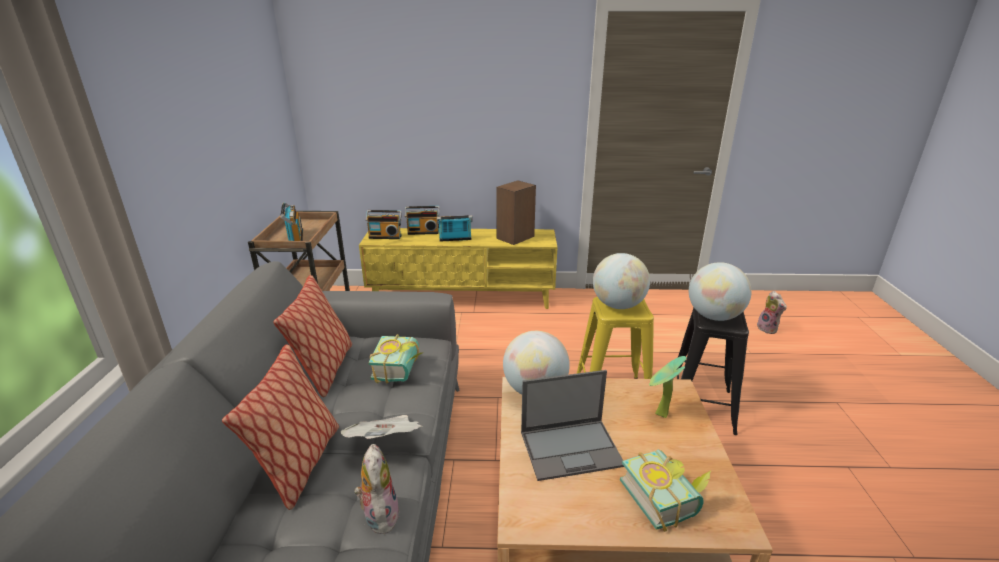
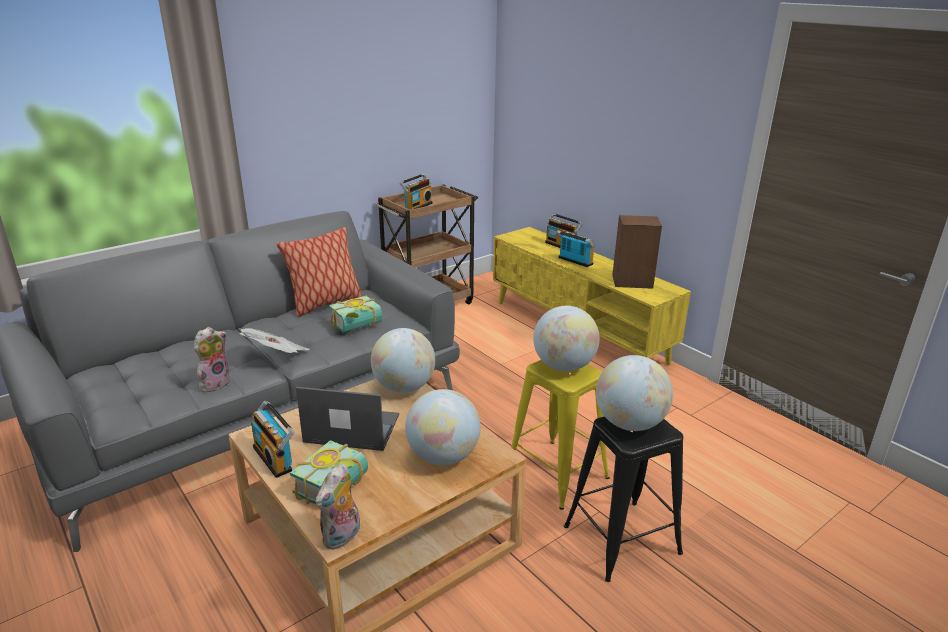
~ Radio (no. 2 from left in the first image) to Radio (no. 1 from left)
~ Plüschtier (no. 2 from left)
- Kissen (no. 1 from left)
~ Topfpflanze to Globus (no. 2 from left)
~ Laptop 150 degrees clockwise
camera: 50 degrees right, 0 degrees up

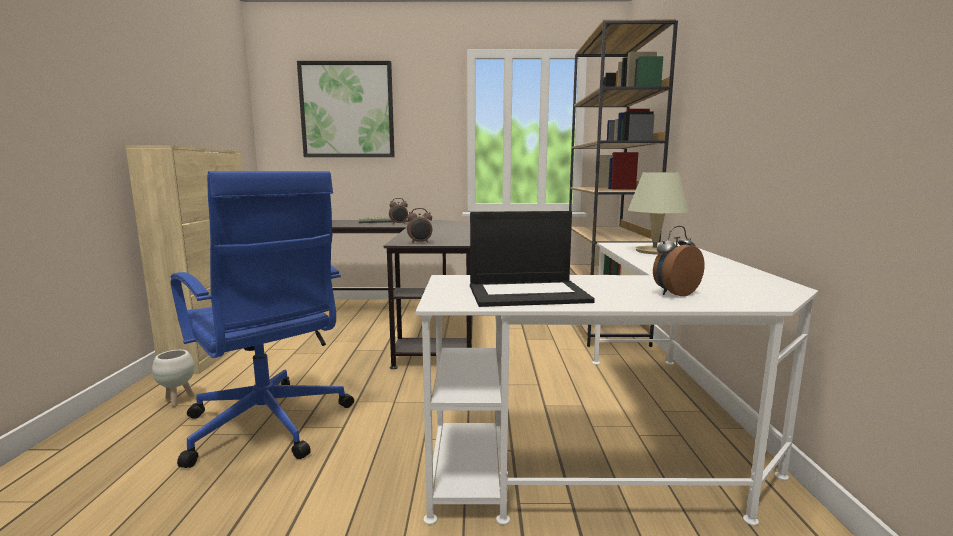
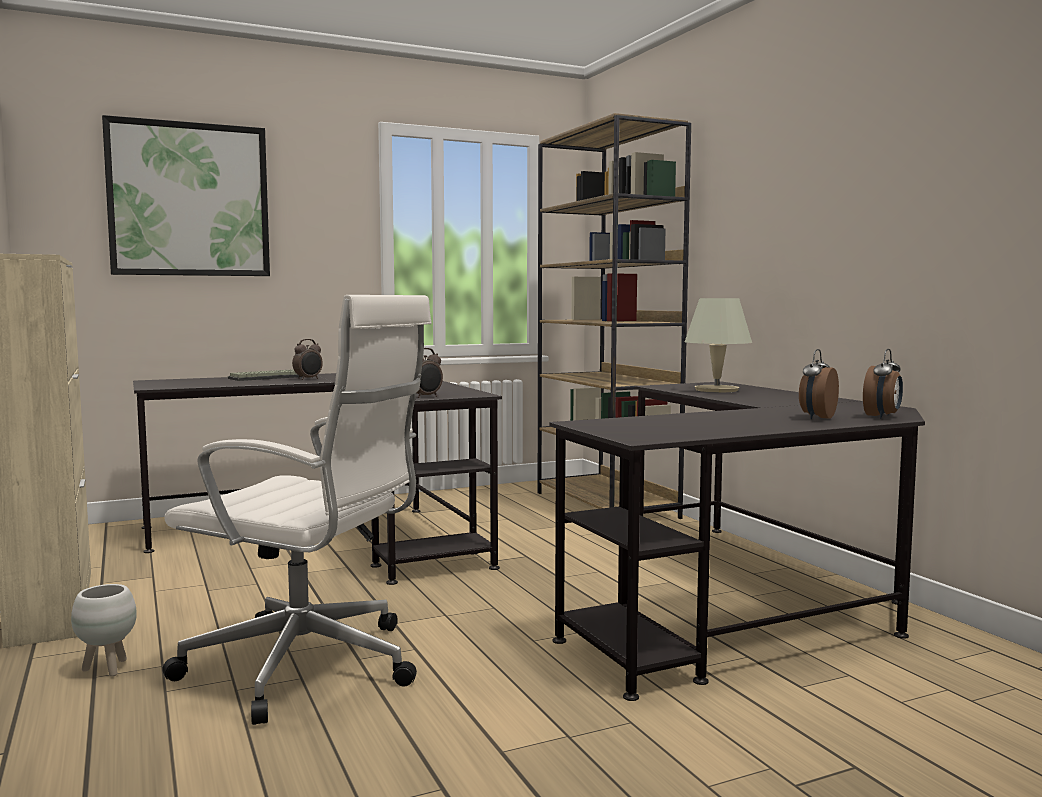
~ Bürostuhl/blau to Bürostuhl/weiß
- Laptop
~ Schreibtisch/weiß to Schreibtisch/schwarz (no. 2 from left)
+ Wecker (no. 4 from left)
camera: 25 degrees left, 5 degrees down

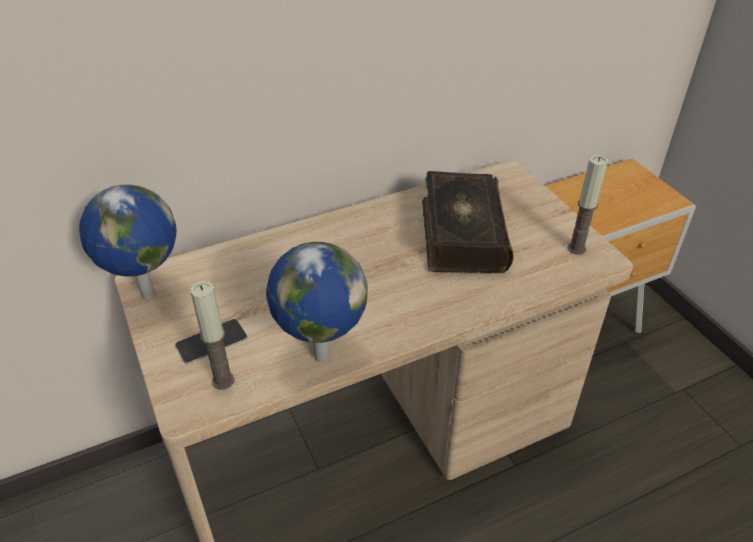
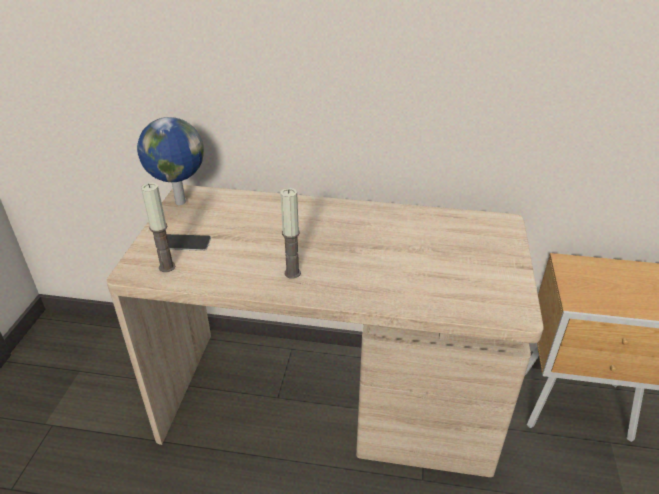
~ Kerze (no. 2 from left)
- Buch
- Globus (no. 2 from left)
camera: 35 degrees right, 5 degrees down

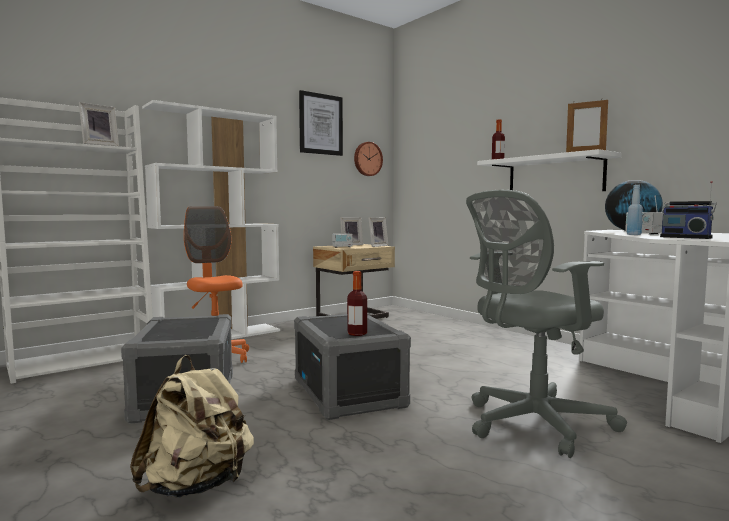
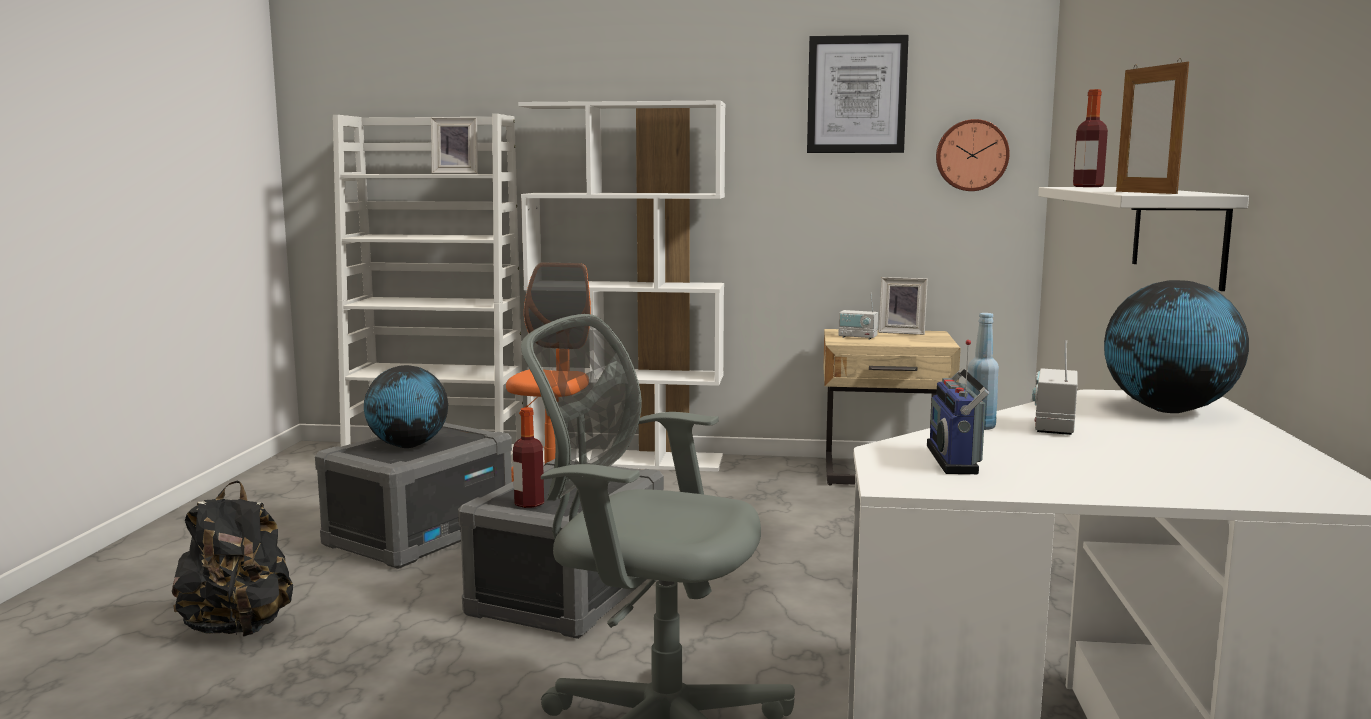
- Bilderrahmen (no. 3 from left)
~ Rucksack/beige to Rucksack/schwarz
+ Globus (no. 1 from left)
camera: 45 degrees right, 5 degrees up

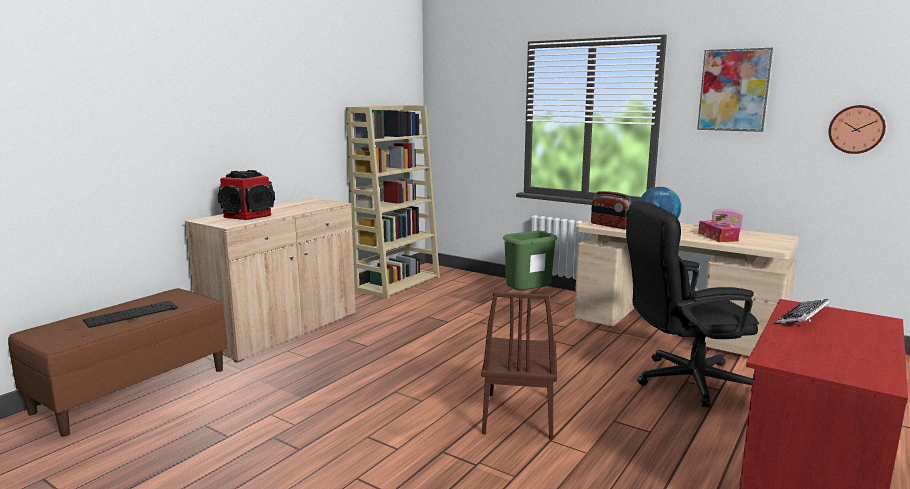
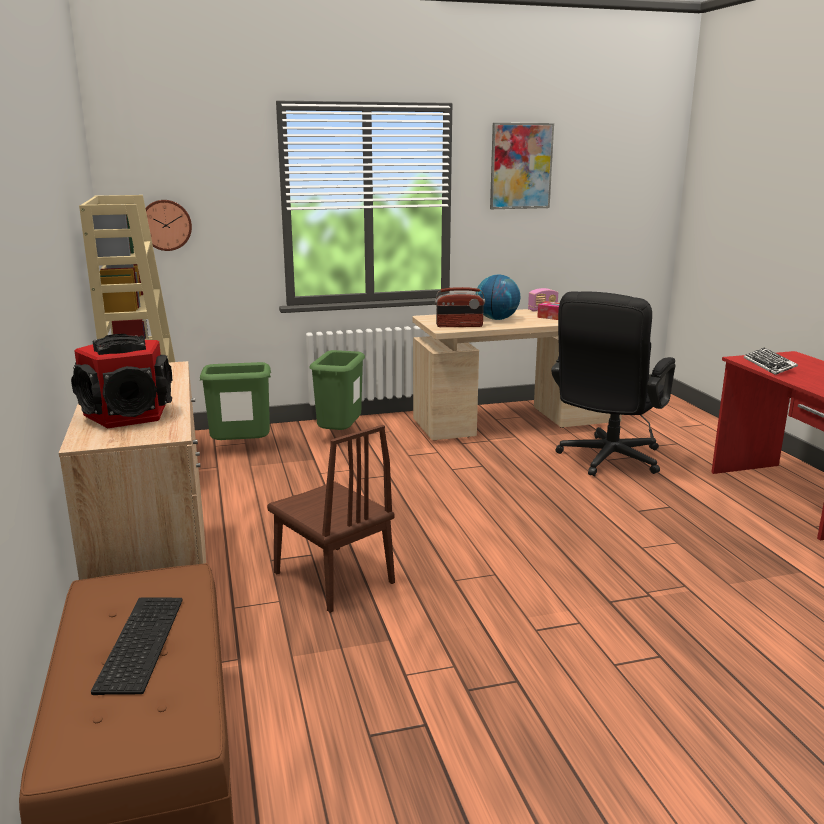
~ Wanduhr
~ Stuhl/braun
+ Mülleimer/grün (no. 1 from left)
camera: 50 degrees left, 5 degrees up

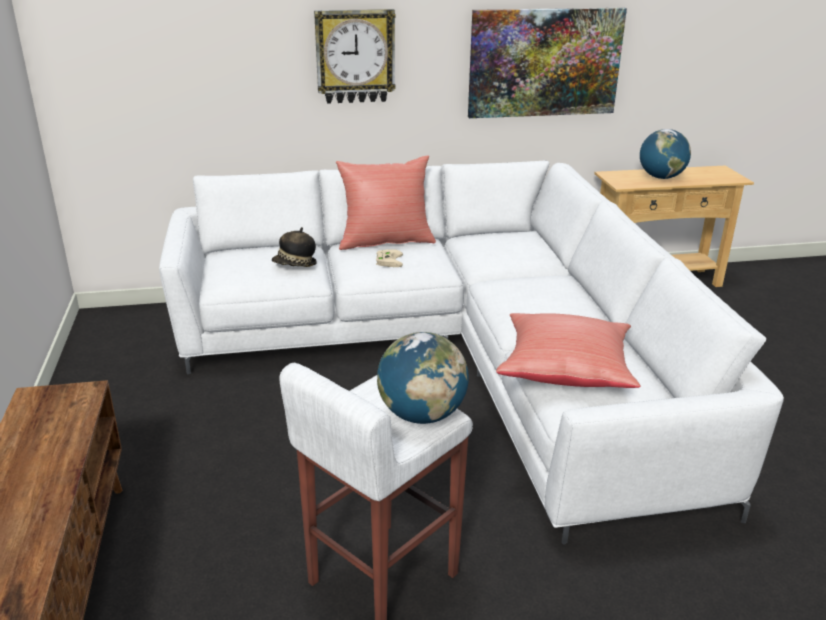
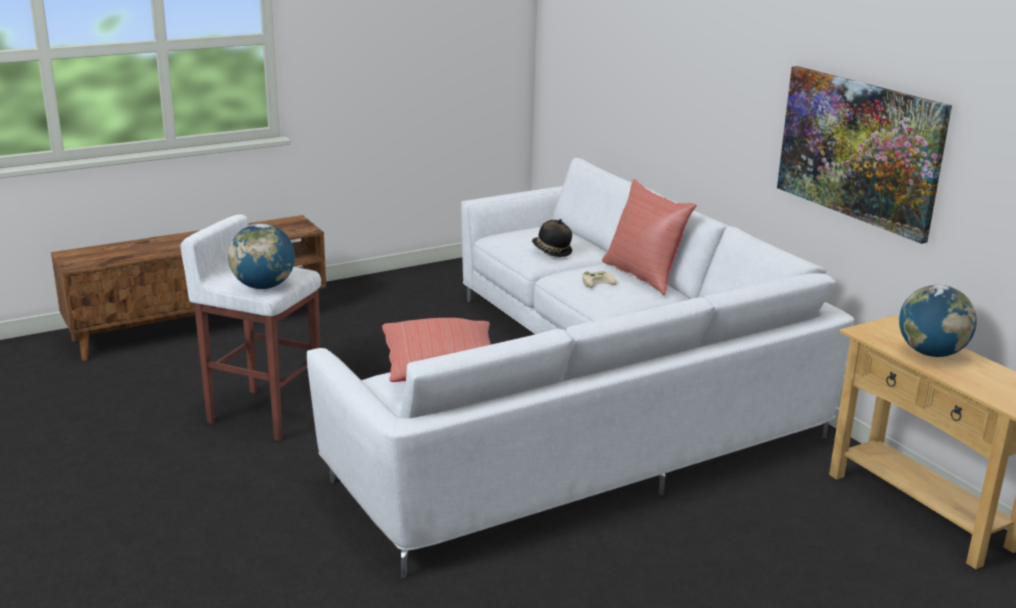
- Wanduhr
camera: 70 degrees right, 5 degrees down

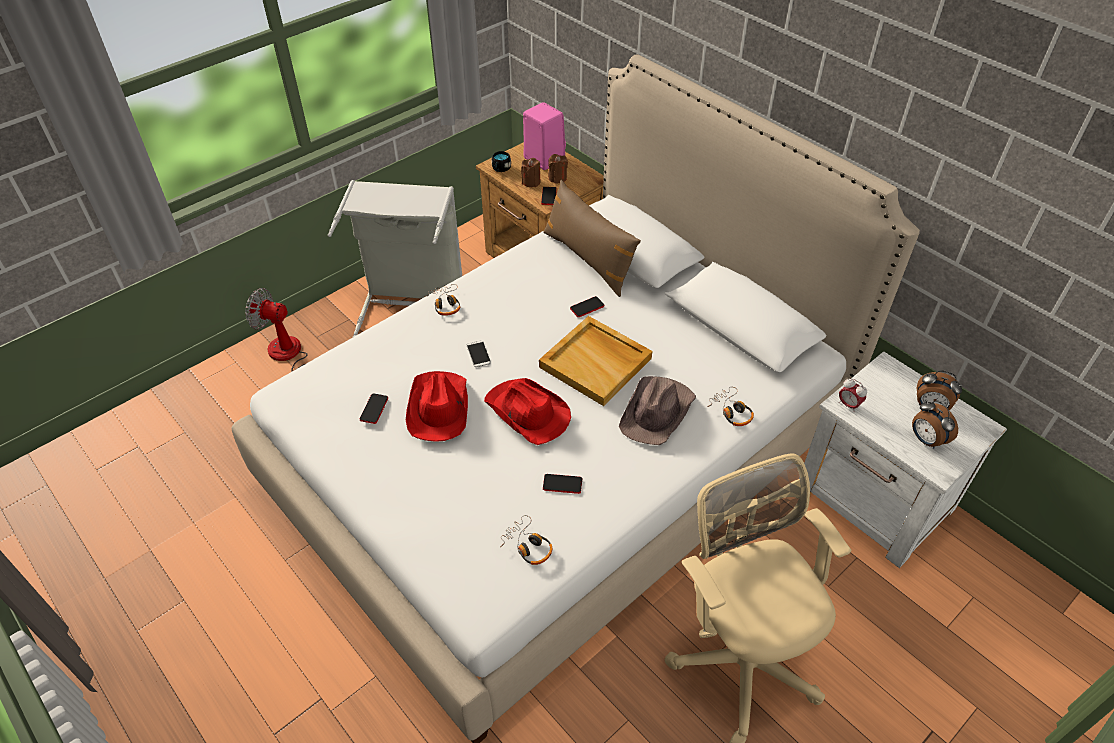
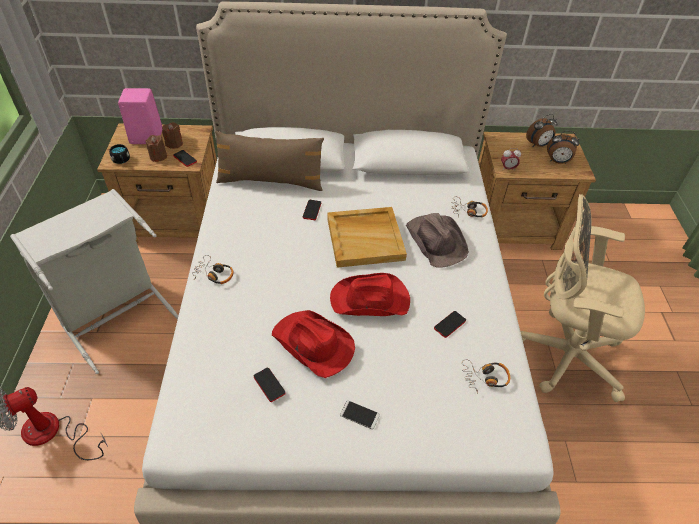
~ Handy (no. 2 from left in the first image) to Handy (no. 4 from left)
~ Nachttisch/weiß to Nachttisch/braun (no. 2 from left)
camera: 50 degrees left, 0 degrees up

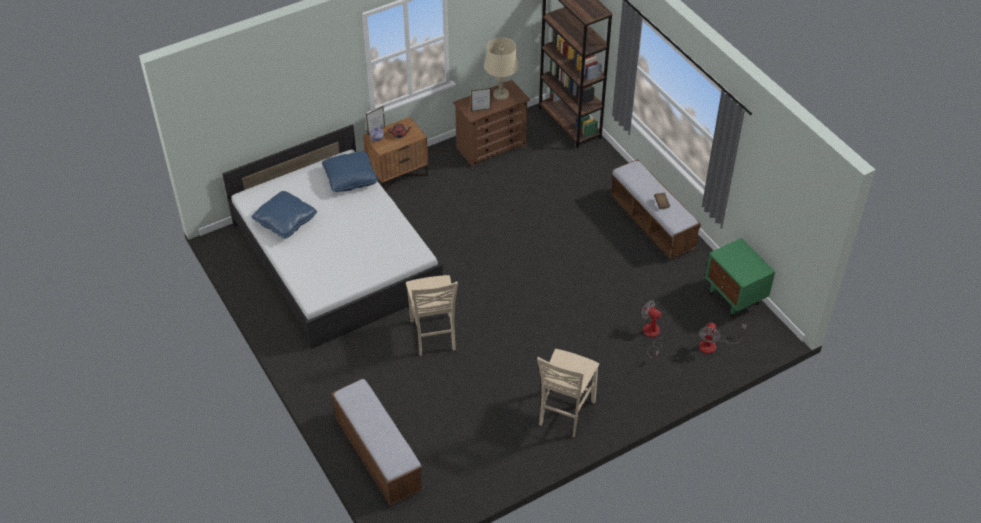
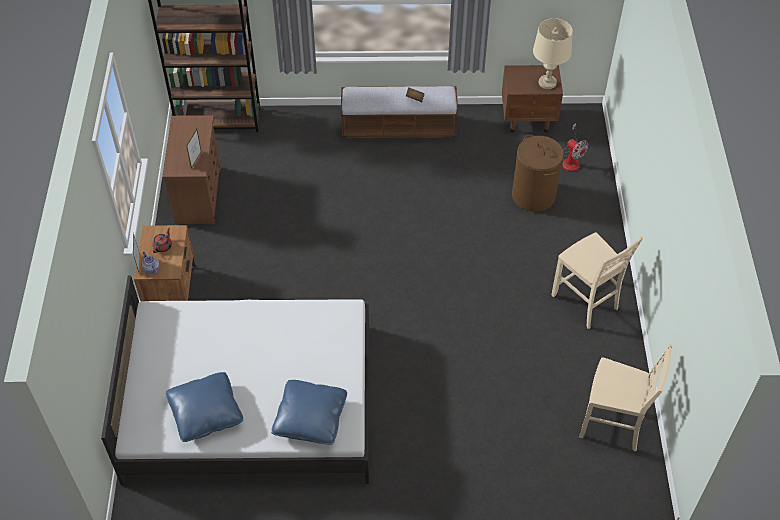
~ Tischlampe/beige
~ Kissen/blau (no. 2 from left)
~ Nachttisch/grün to Nachttisch/braun (no. 2 from left)
~ Stuhl/beige (no. 1 from left in the first image) to Stuhl/beige (no. 2 from left)
~ Ventilator (no. 1 from left) to Wäschekorb/braun
- Bank (no. 1 from left)
camera: 60 degrees left, 5 degrees up

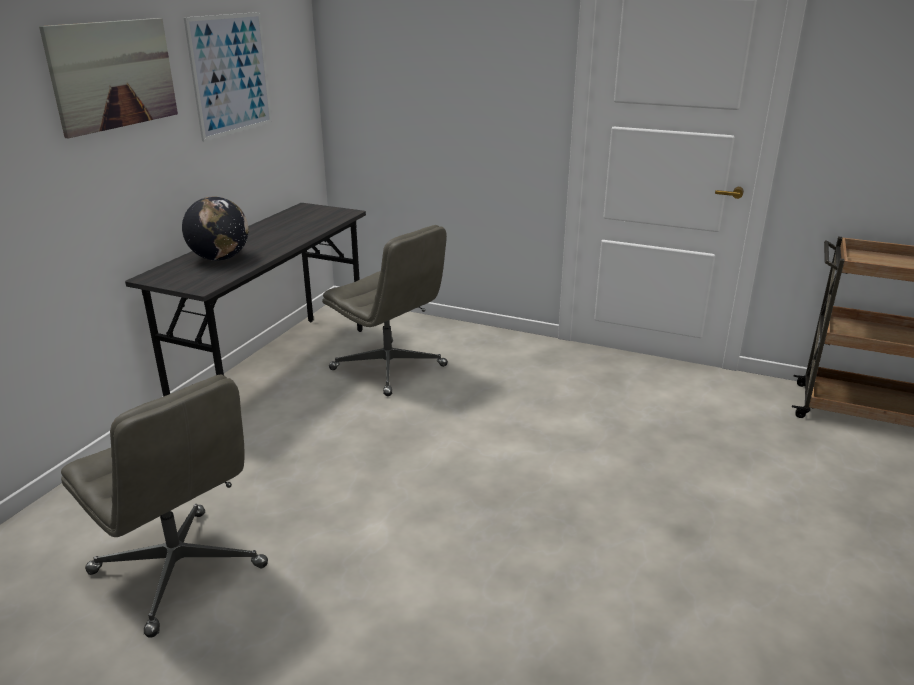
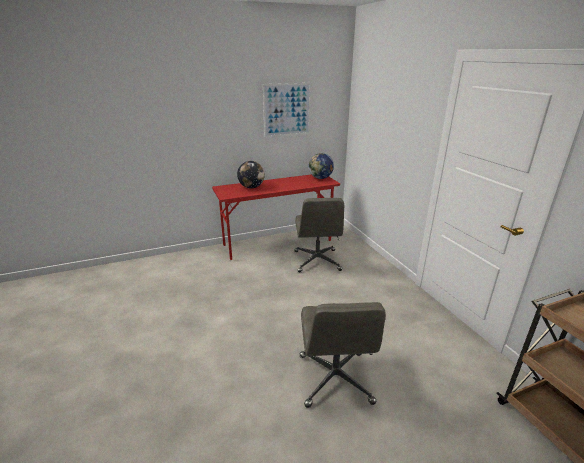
- Bild (no. 1 from left)
~ Schreibtisch/grau to Schreibtisch/rot
~ Bürostuhl/grau (no. 1 from left in the first image) to Bürostuhl/grau (no. 2 from left)
+ Globus (no. 2 from left)
camera: 45 degrees right, 0 degrees up

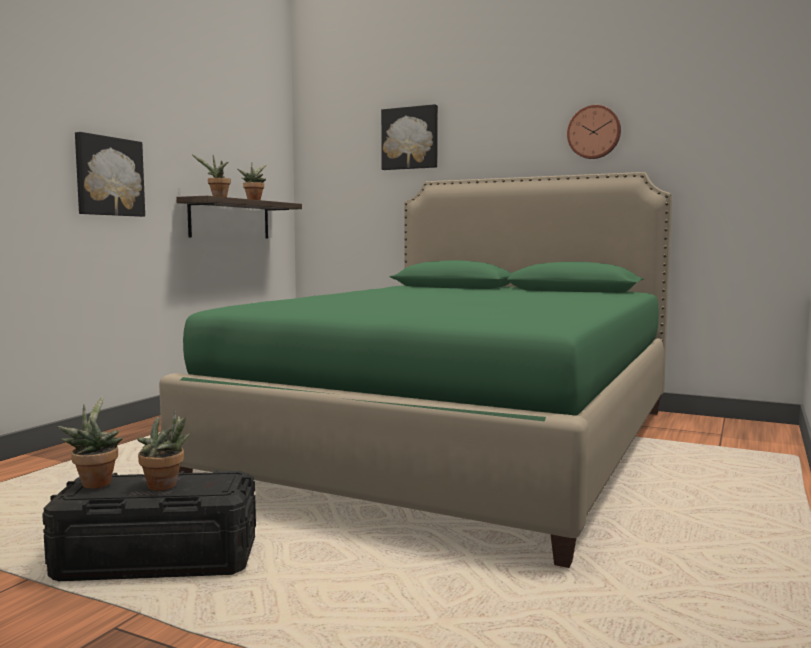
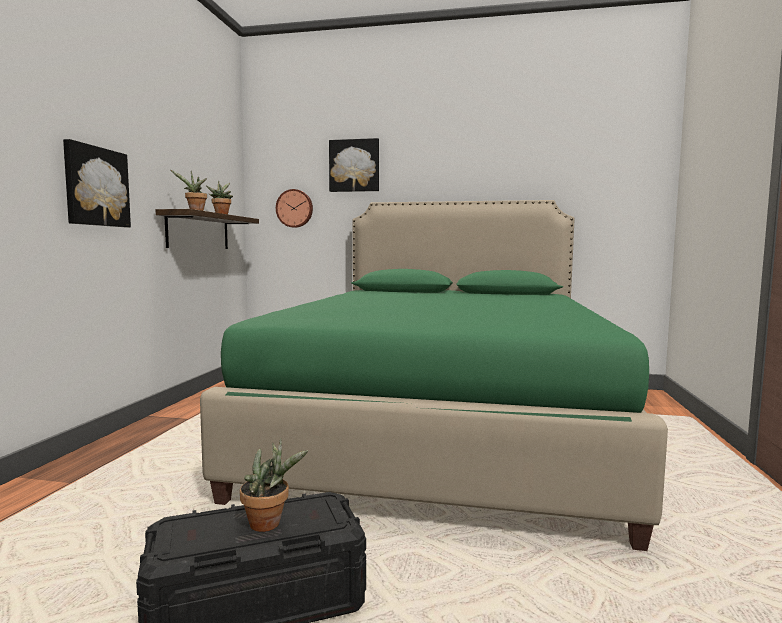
~ Wanduhr
- Topfpflanze (no. 1 from left)
camera: 15 degrees left, 0 degrees up

